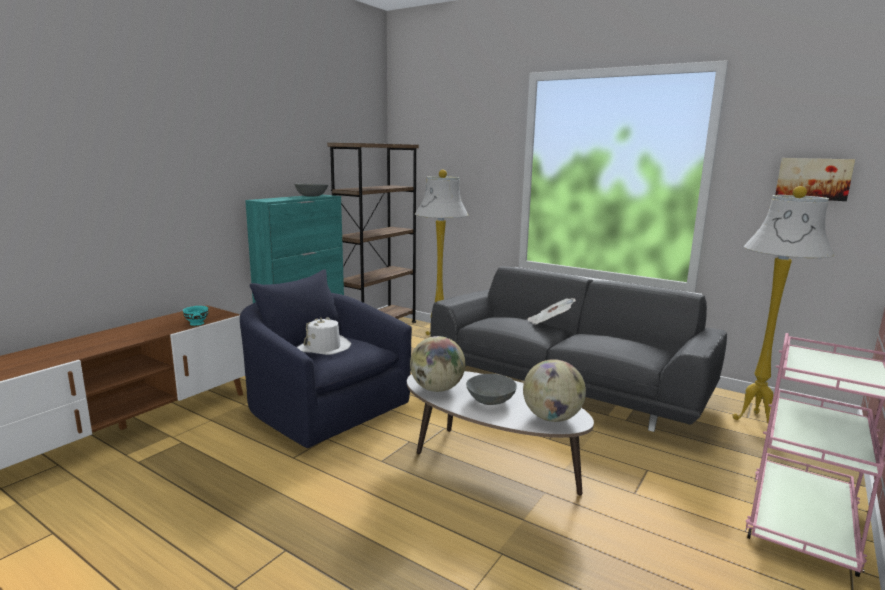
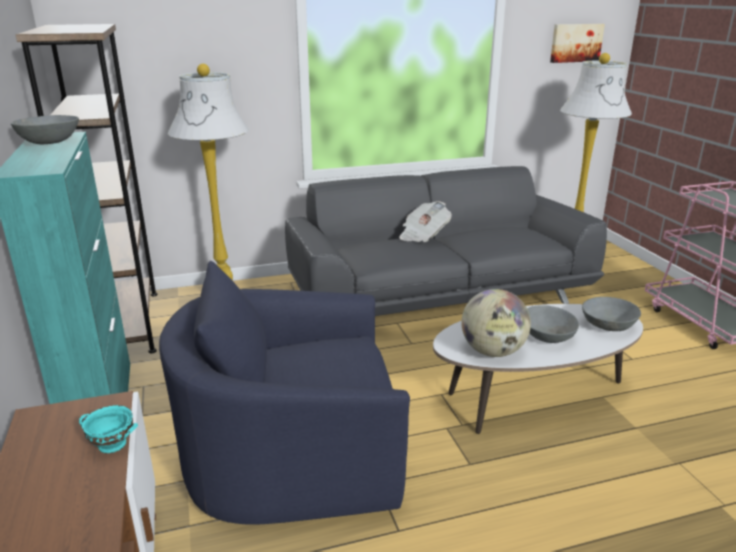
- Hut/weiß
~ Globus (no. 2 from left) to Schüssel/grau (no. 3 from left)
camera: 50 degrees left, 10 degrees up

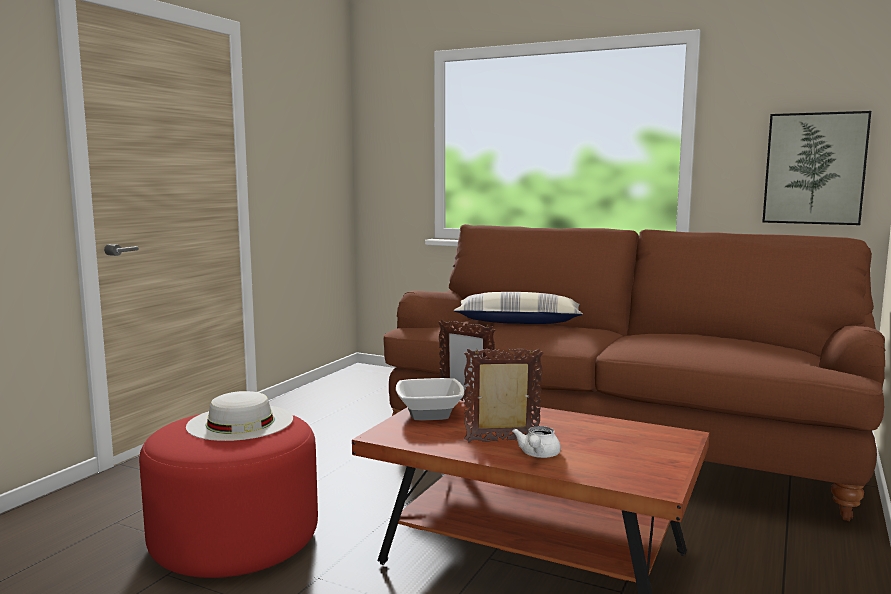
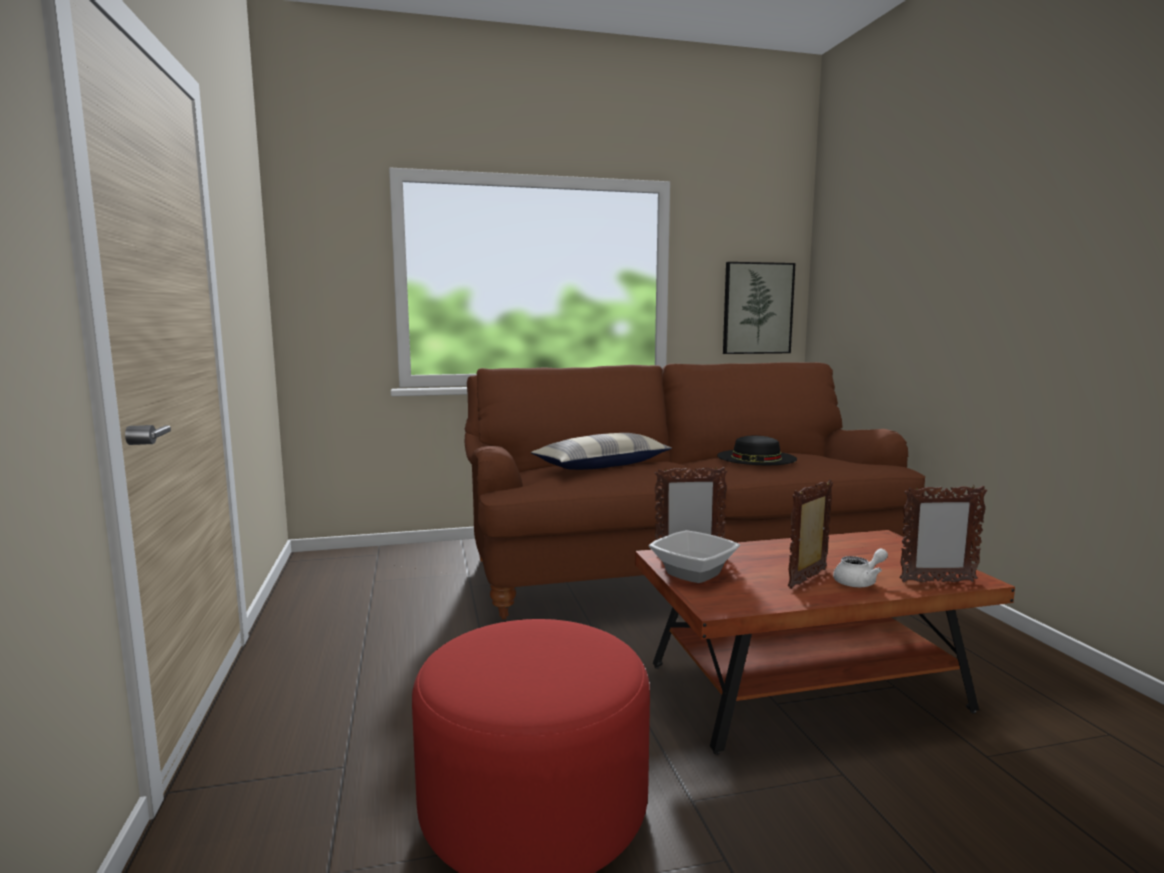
- Hut/weiß
~ Teekanne/weiß 90 degrees counterclockwise
+ Hut/schwarz
+ Bilderrahmen (no. 3 from left)
camera: 40 degrees left, 0 degrees up

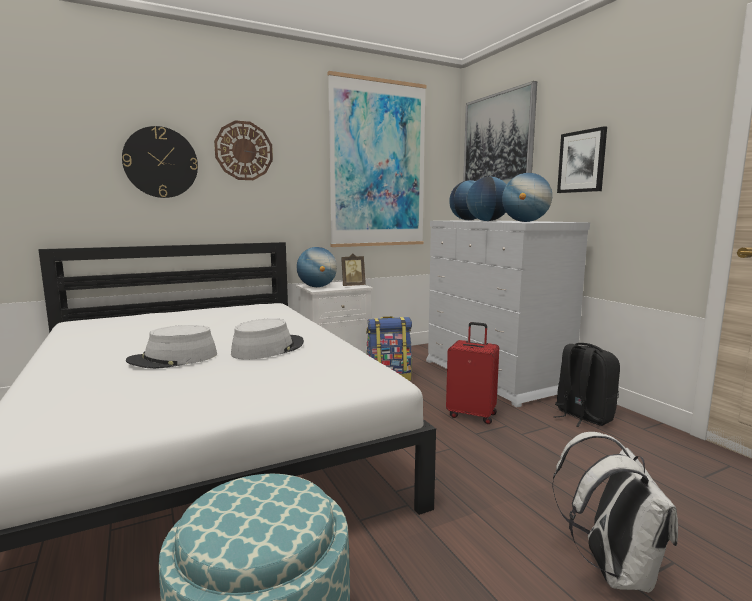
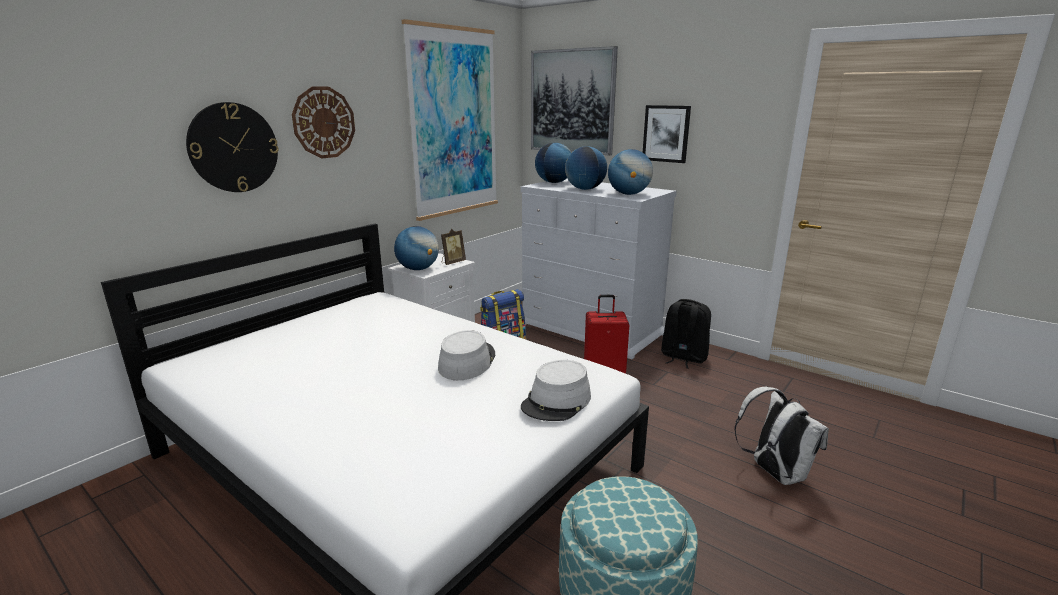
~ Hut/grau (no. 1 from left in the first image) to Hut/grau (no. 2 from left)
camera: 25 degrees left, 10 degrees up

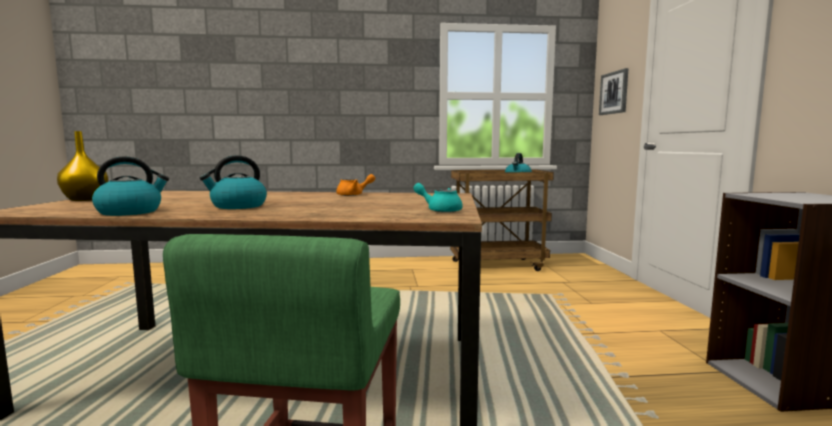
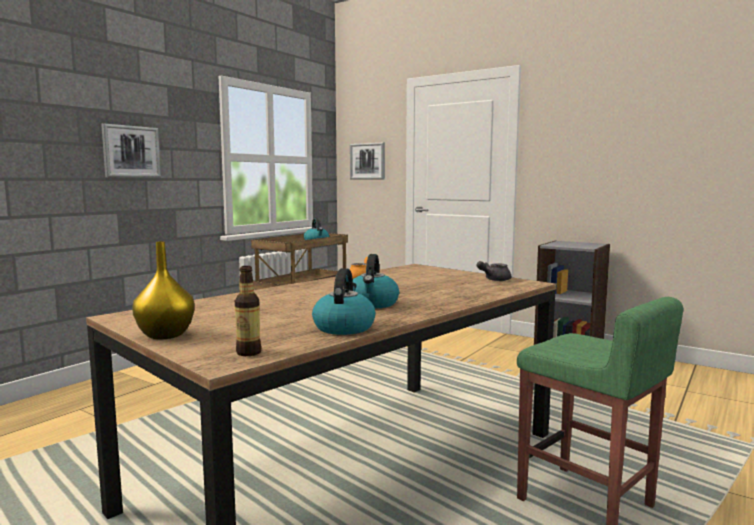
~ Teekanne/türkis to Teekanne/grau
+ Bild (no. 1 from left)
+ Flasche
camera: 50 degrees left, 0 degrees up

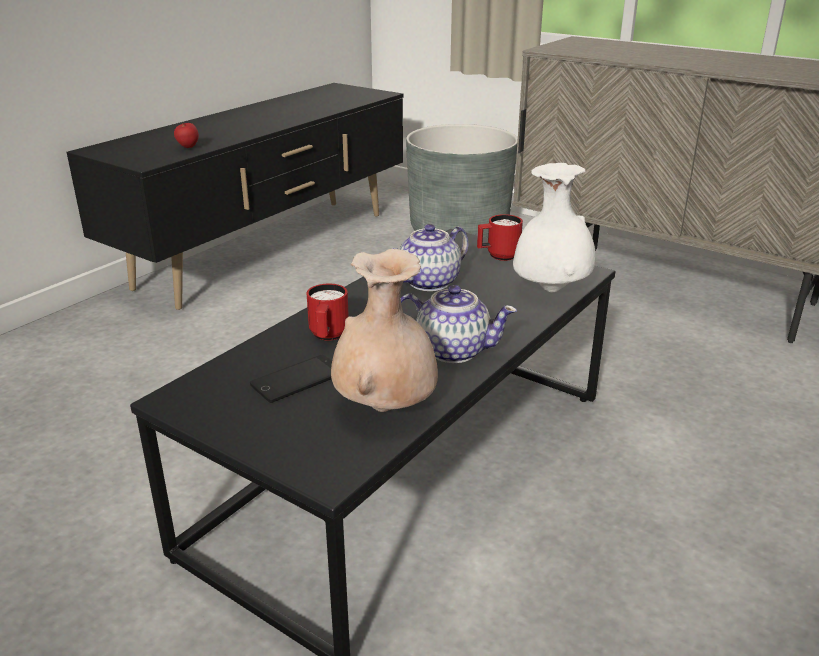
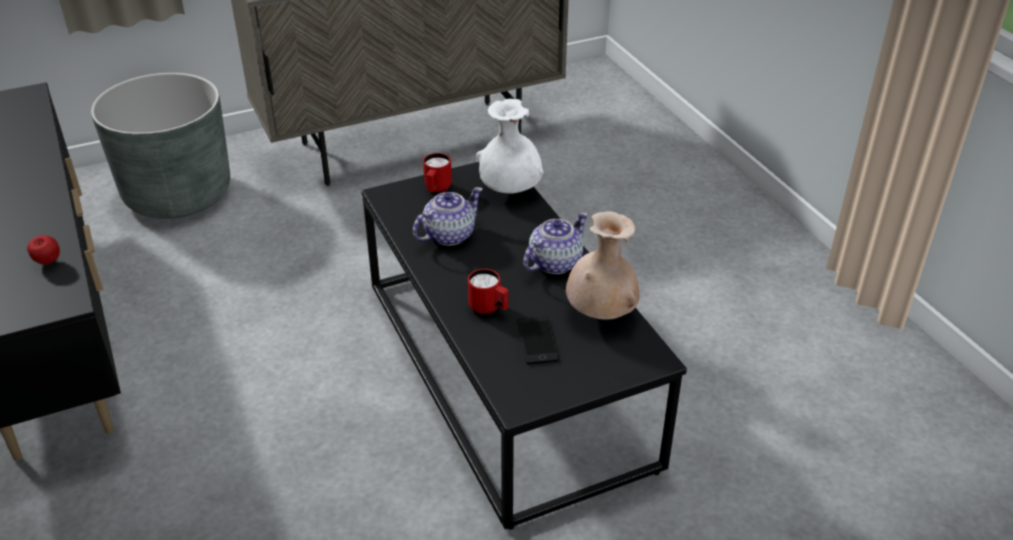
~ Teekanne (no. 1 from left) 120 degrees counterclockwise
camera: 60 degrees left, 10 degrees up

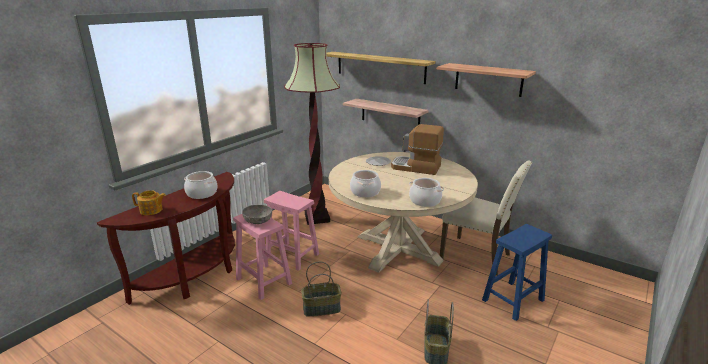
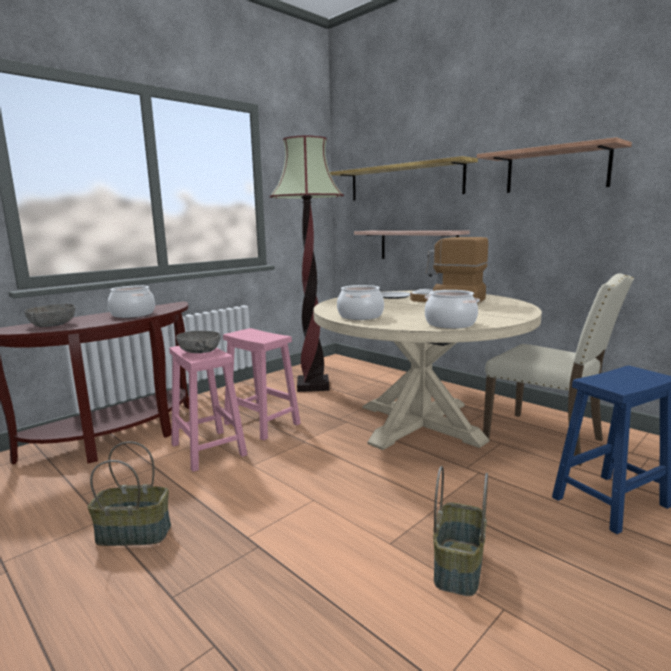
~ Teekanne to Schüssel/grau (no. 1 from left)
~ Korb (no. 1 from left)
camera: 10 degrees right, 10 degrees down

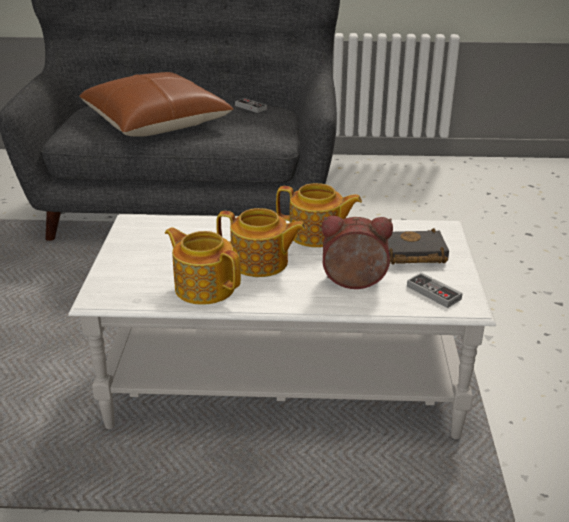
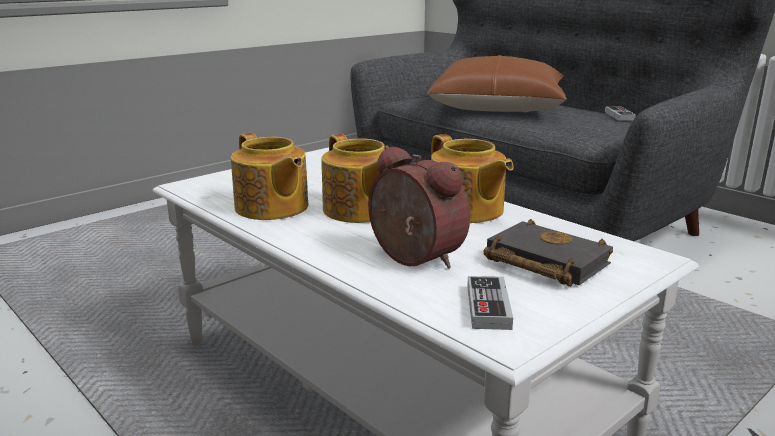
~ Teekanne (no. 1 from left) 150 degrees clockwise
camera: 45 degrees right, 10 degrees down

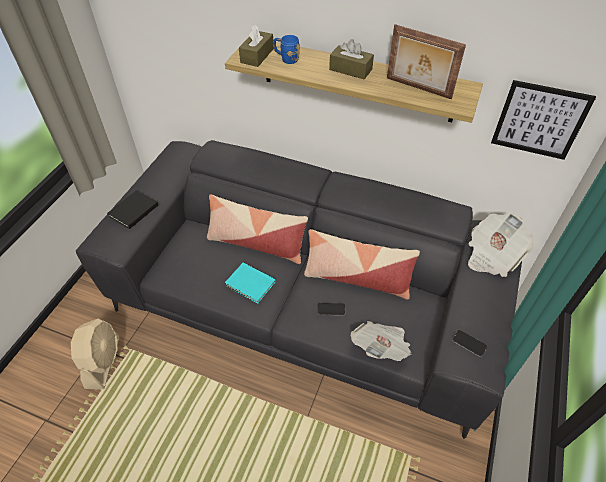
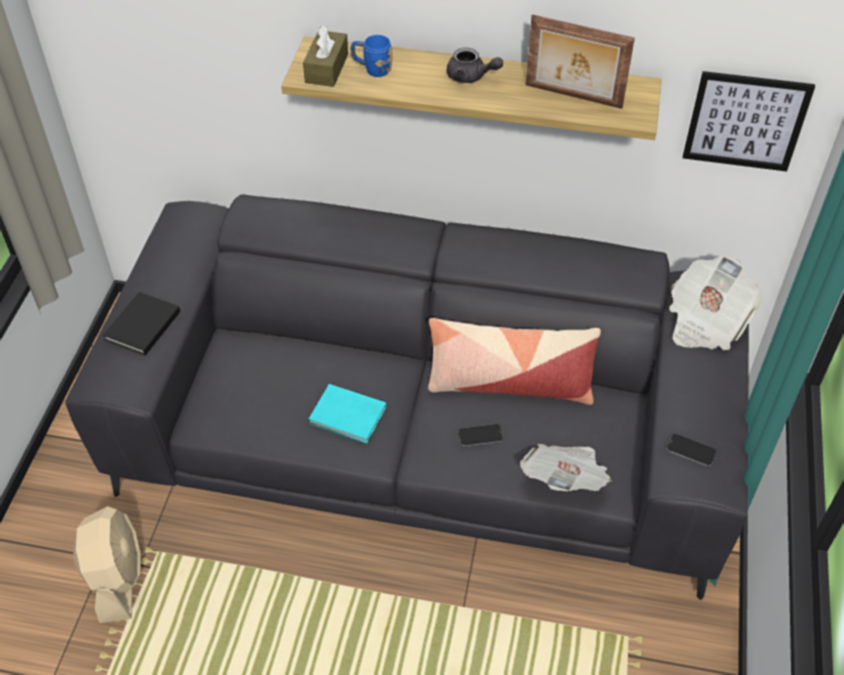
~ Taschentuchbox/braun (no. 2 from left) to Teekanne/grau
- Kissen (no. 1 from left)
camera: 10 degrees left, 0 degrees up

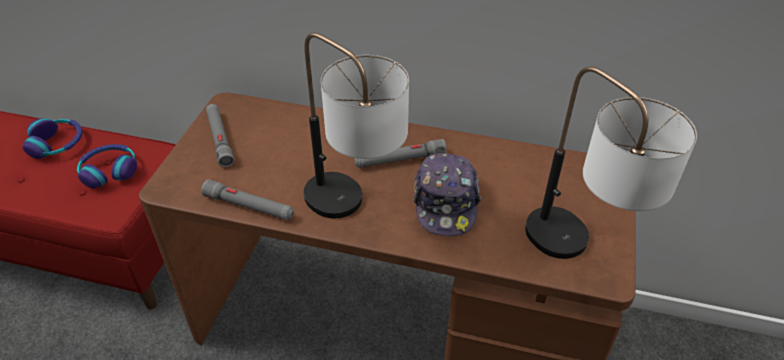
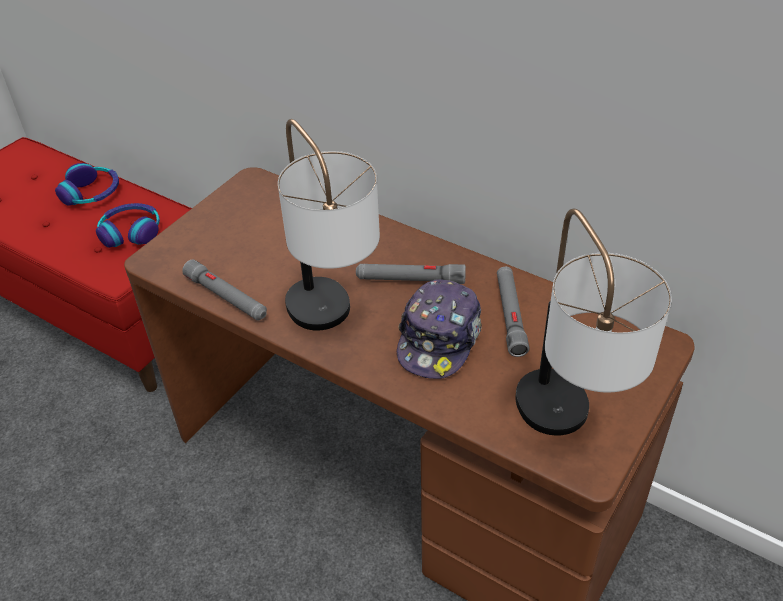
~ Taschenlampe/grau (no. 1 from left in the first image) to Taschenlampe/grau (no. 3 from left)
camera: 20 degrees right, 0 degrees up

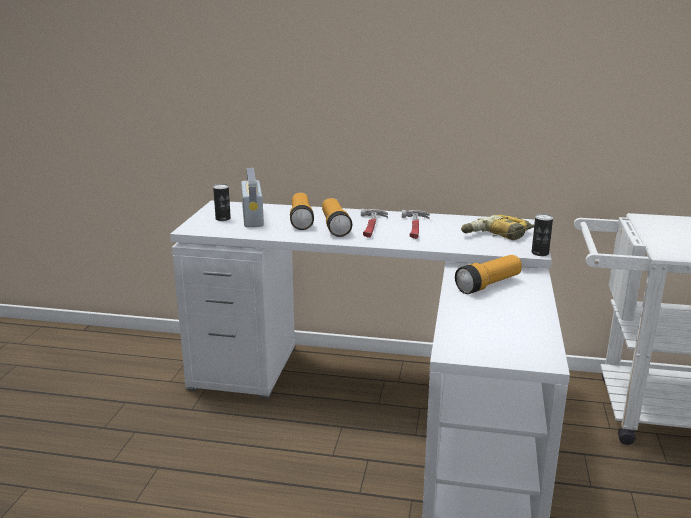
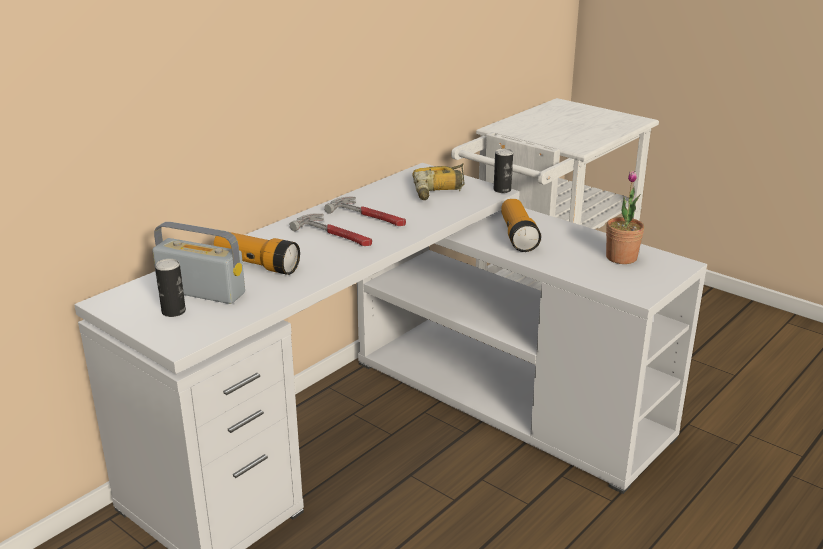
- Taschenlampe (no. 2 from left)
+ Topfpflanze
camera: 60 degrees left, 5 degrees up

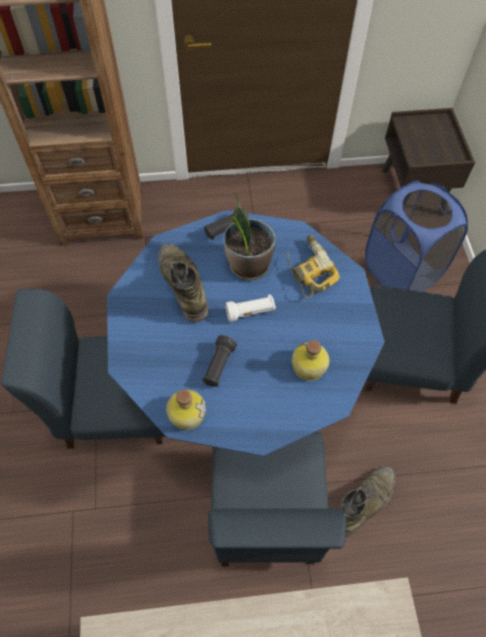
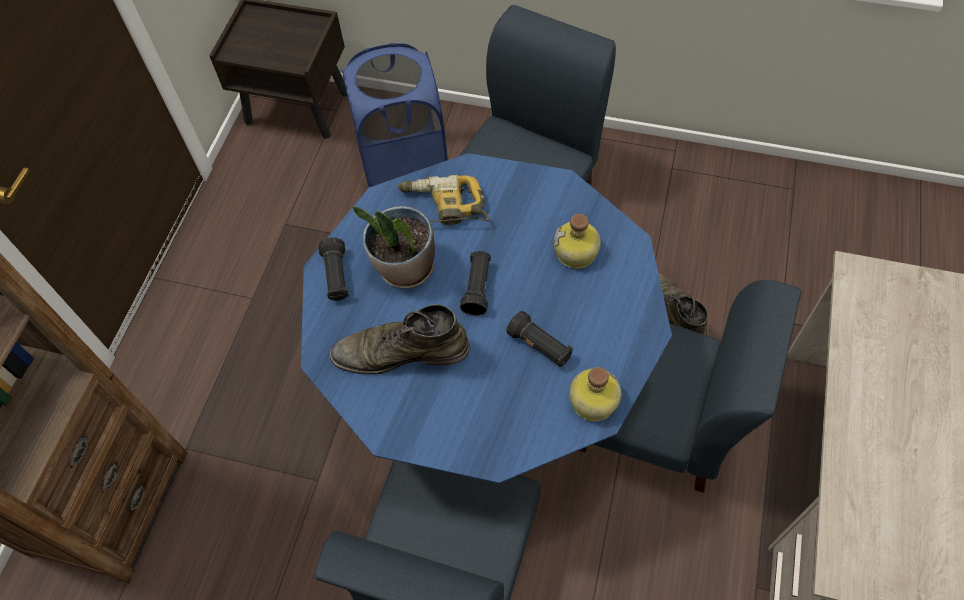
~ Taschenlampe/weiß to Taschenlampe/schwarz (no. 2 from left)
camera: 65 degrees left, 0 degrees up

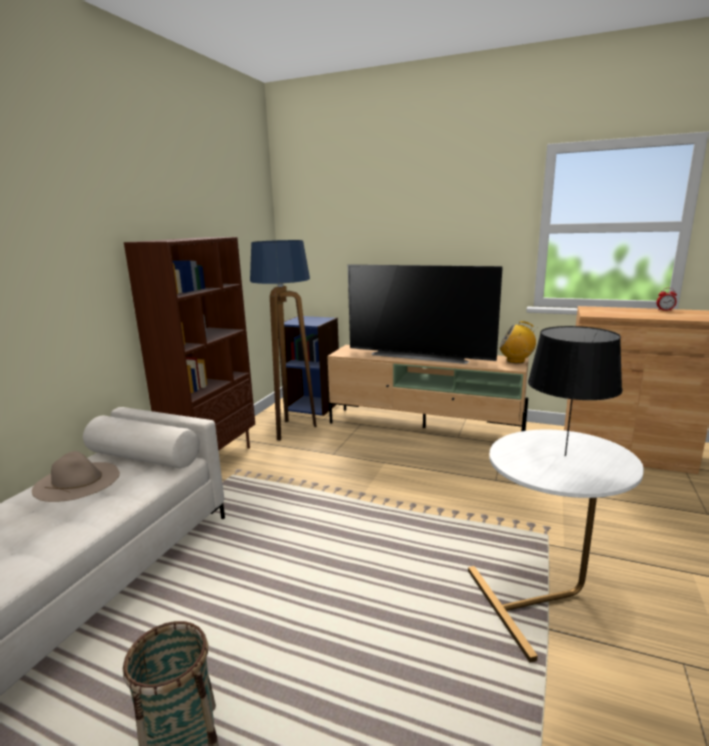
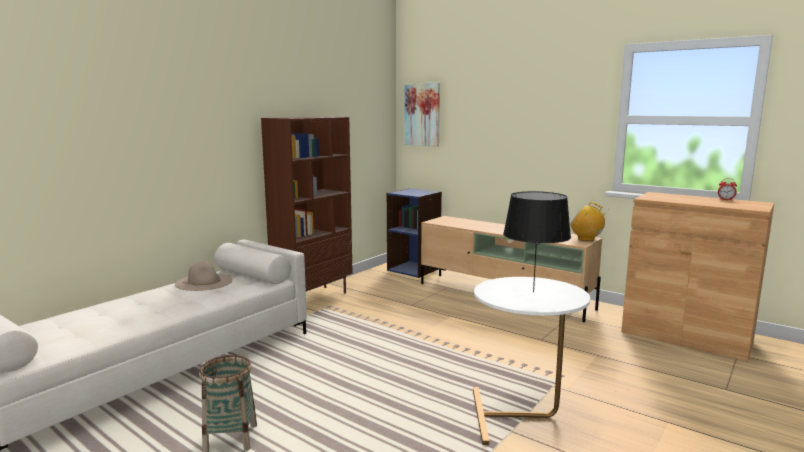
- Stehlampe
- Fernseher
+ Bild
camera: 15 degrees right, 5 degrees down

